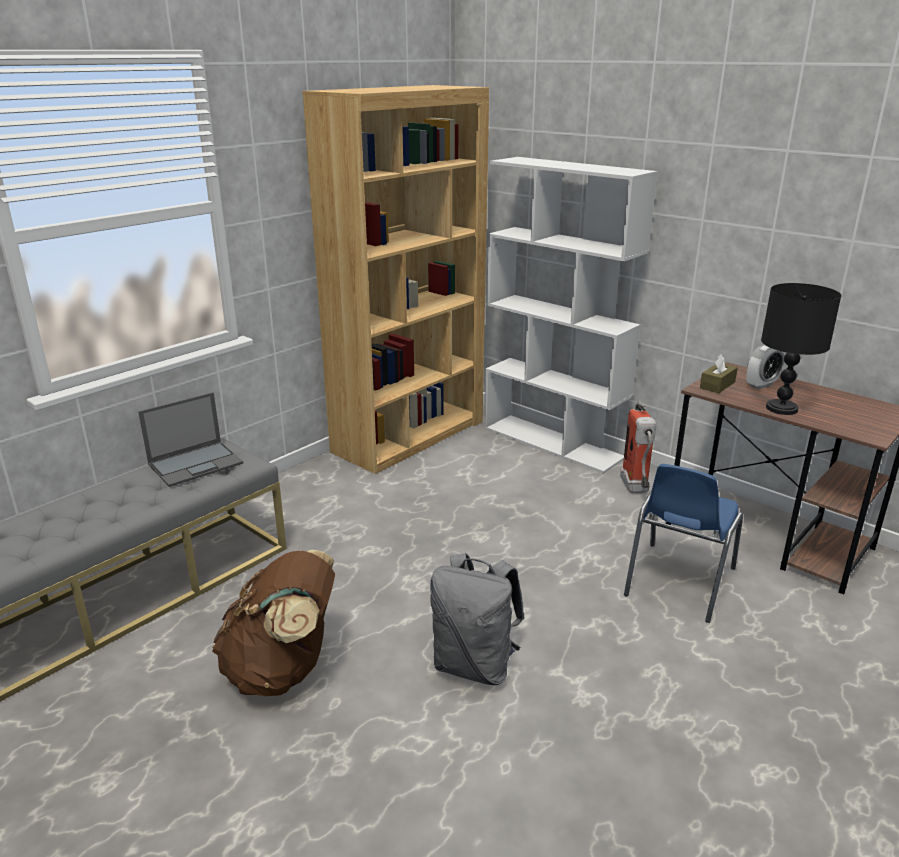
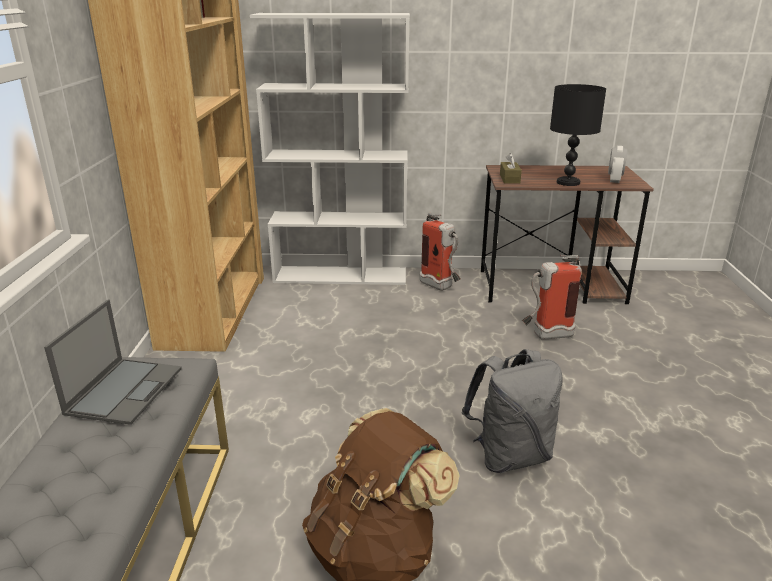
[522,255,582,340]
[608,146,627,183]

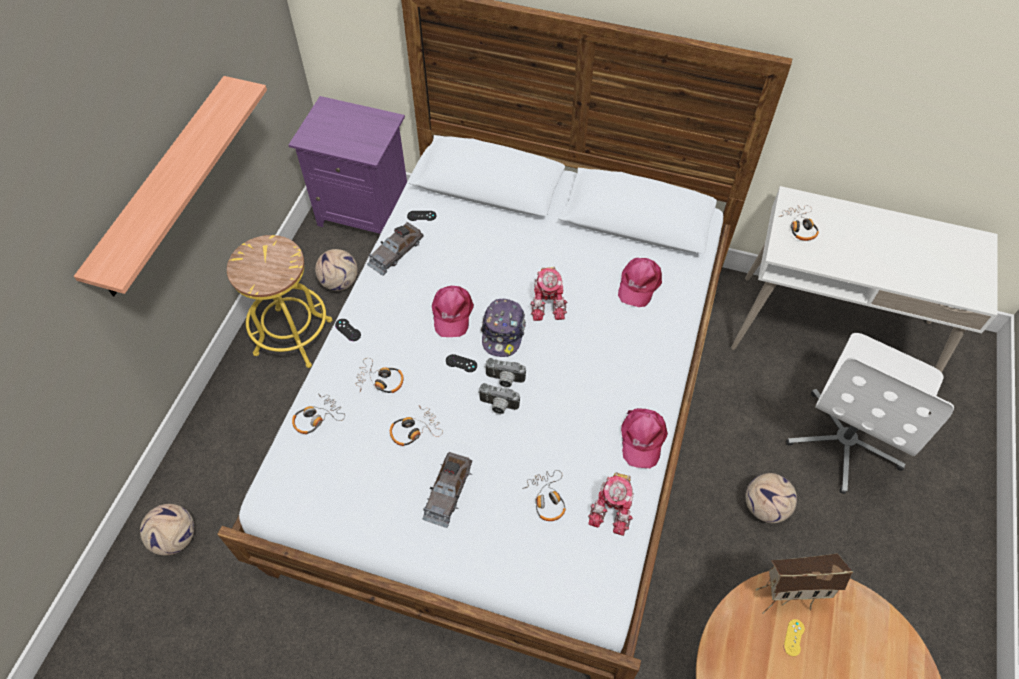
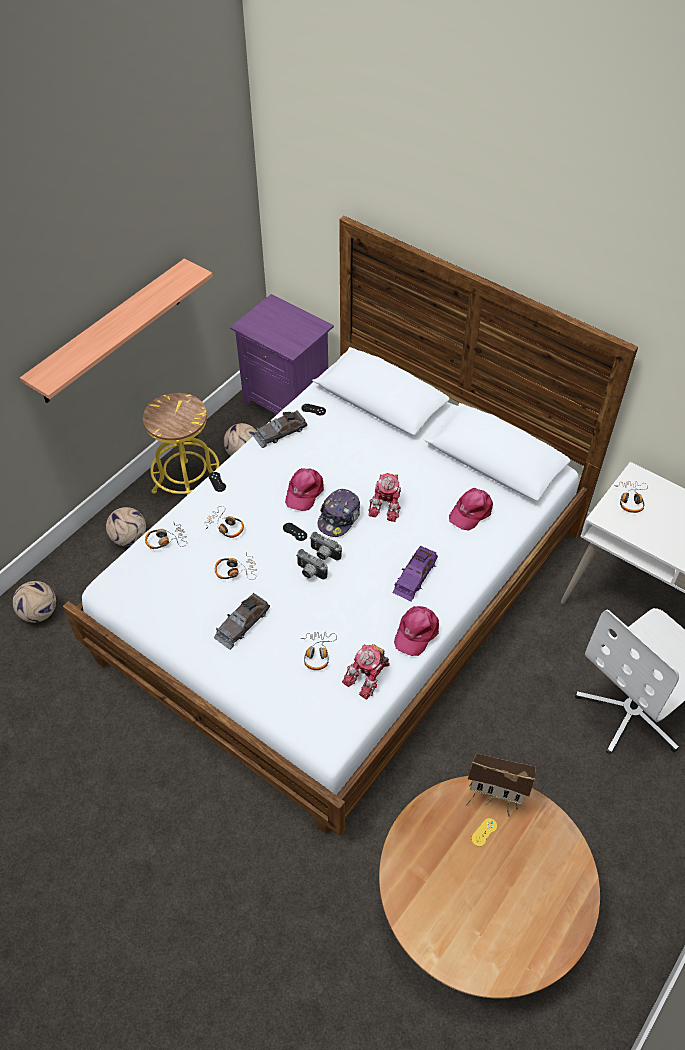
[106,507,146,546]
[393,546,438,601]

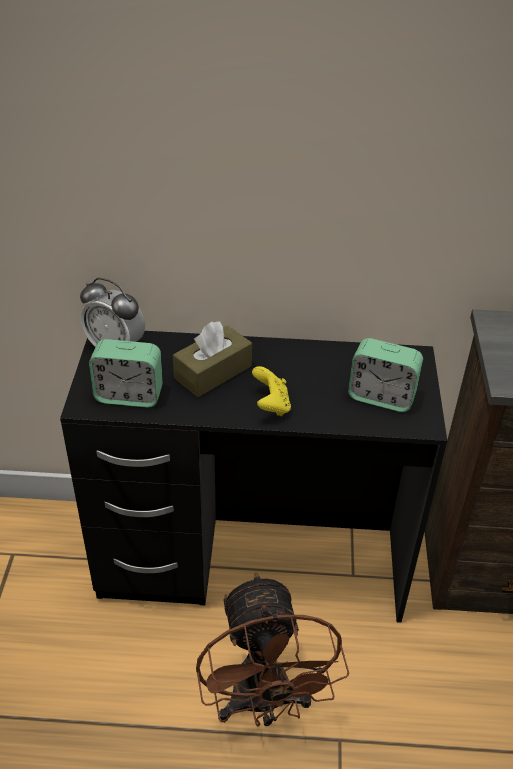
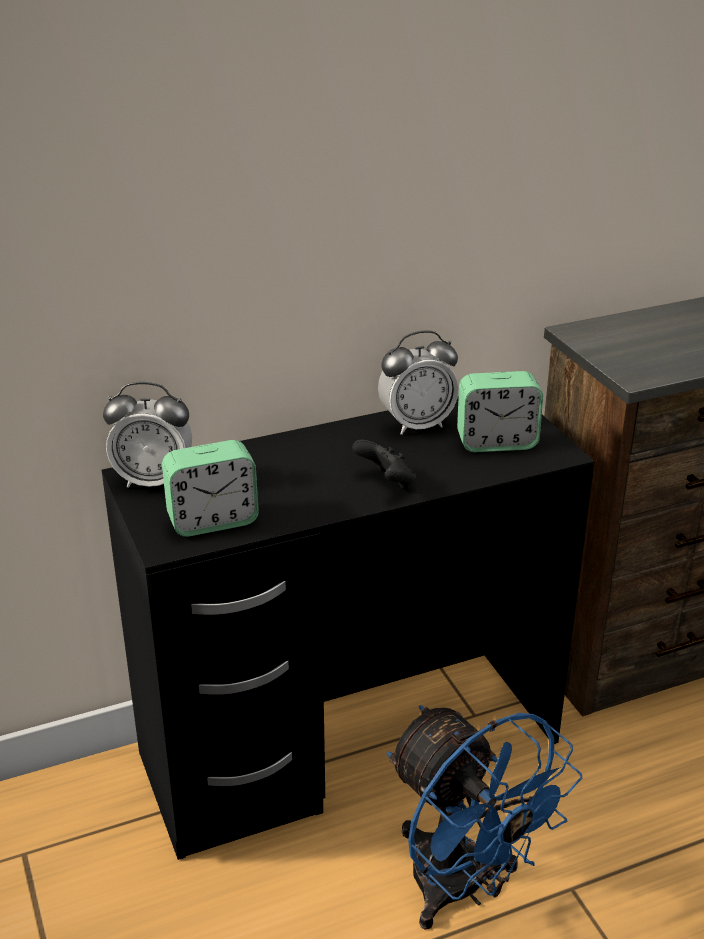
[352,440,416,489]
[378,331,459,435]
[387,705,583,930]
[173,321,252,397] (first image)

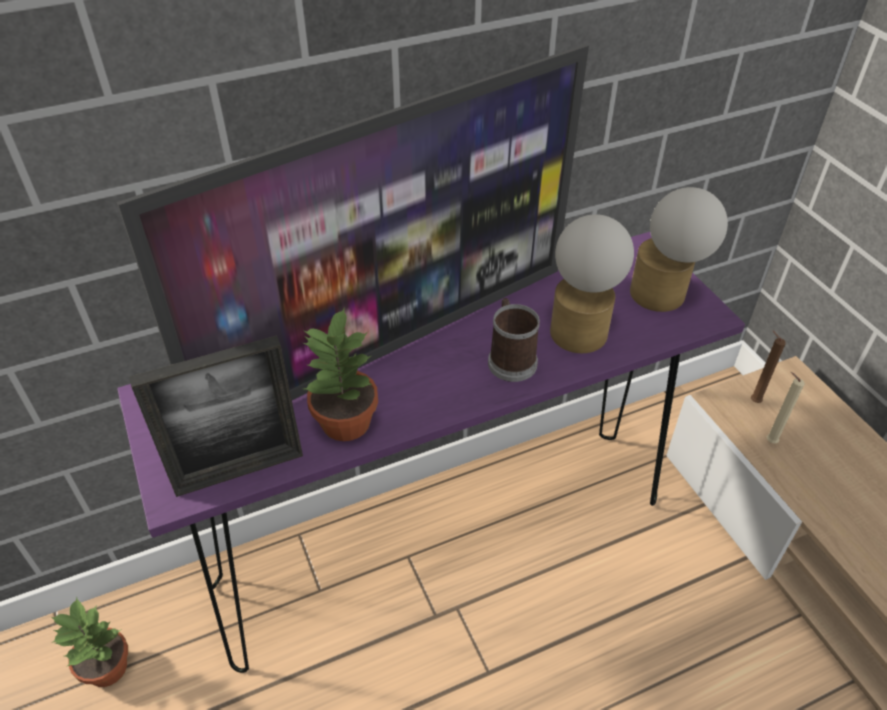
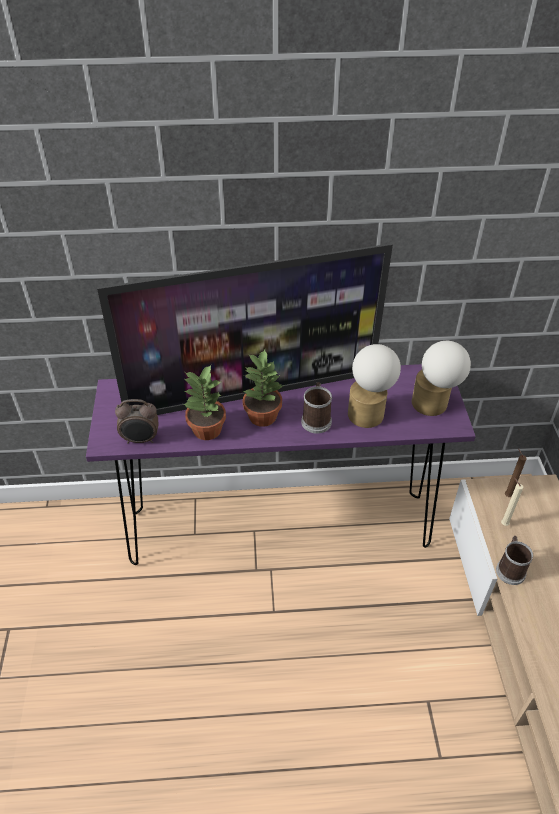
[115,399,158,444]
[243,350,282,427]
[496,536,533,585]

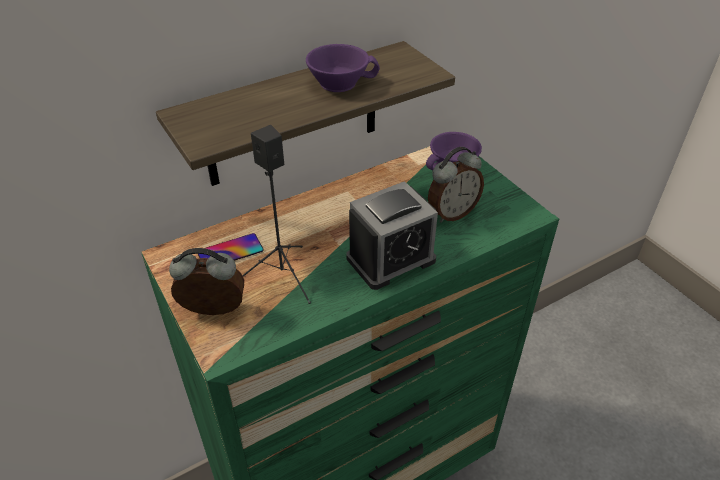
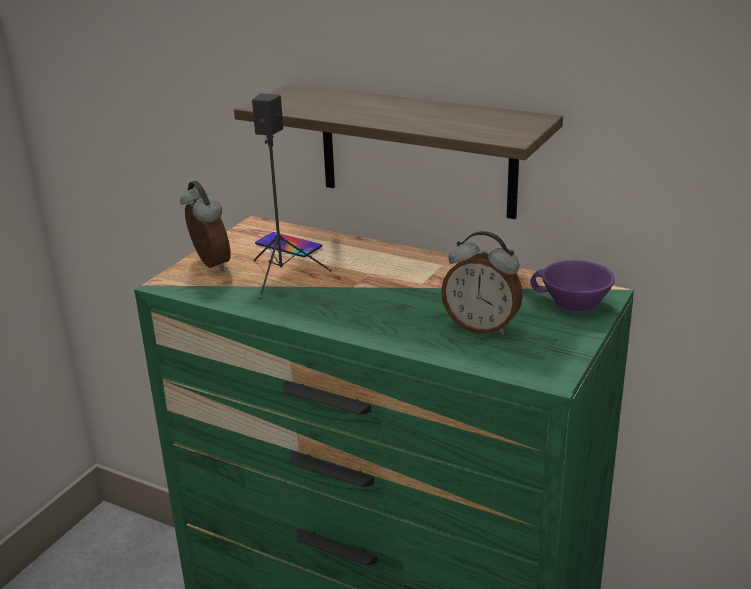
[306,44,380,92] (first image)
[347,181,438,290] (first image)

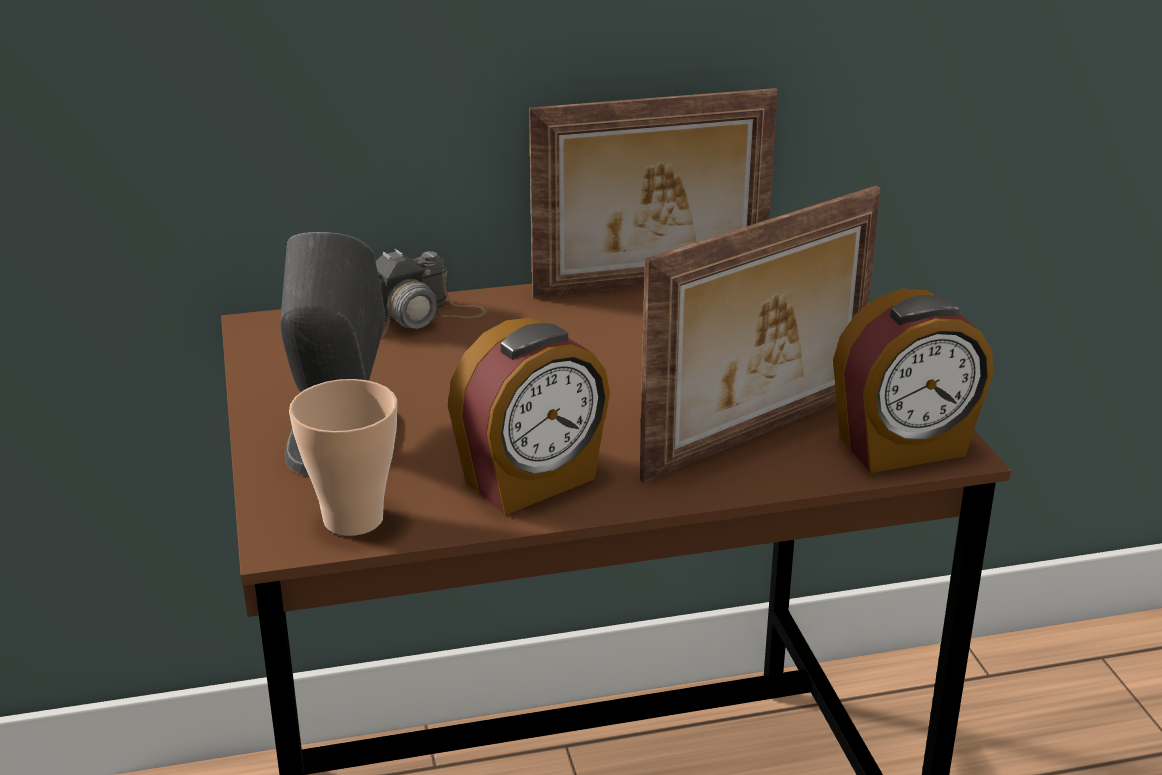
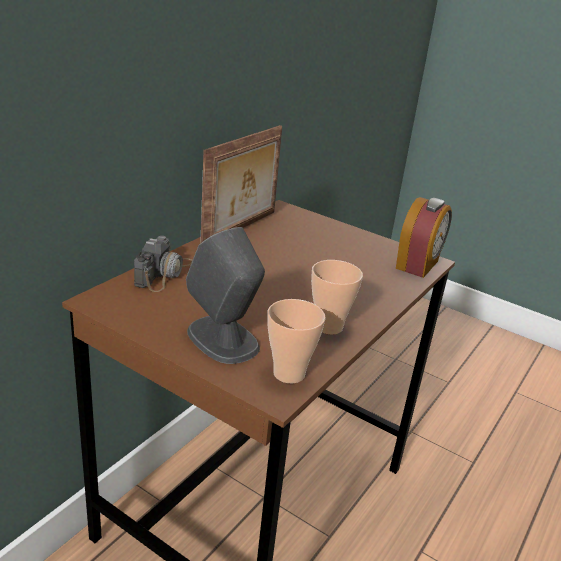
[311,260,363,335]
[640,186,881,483] (first image)

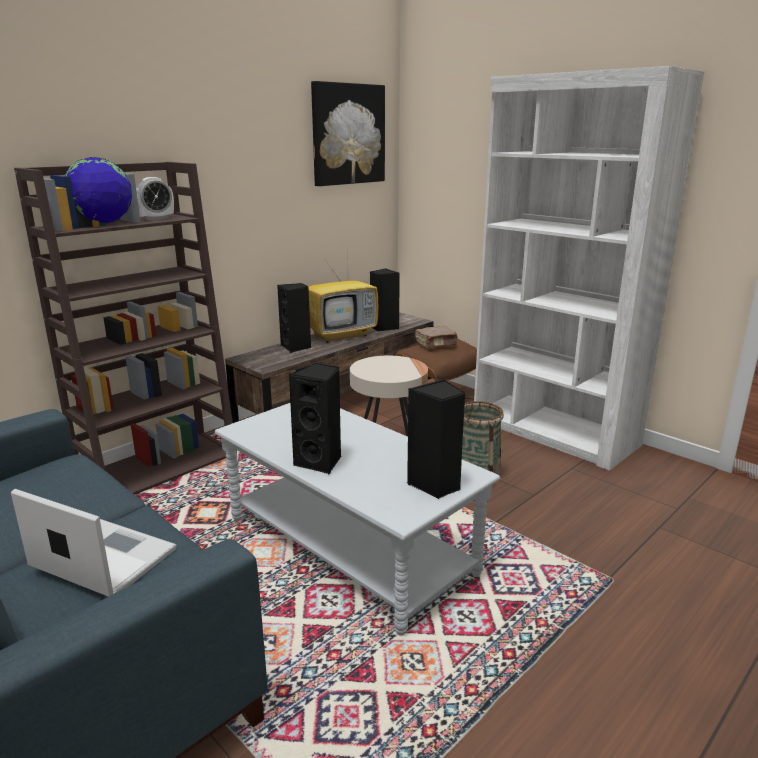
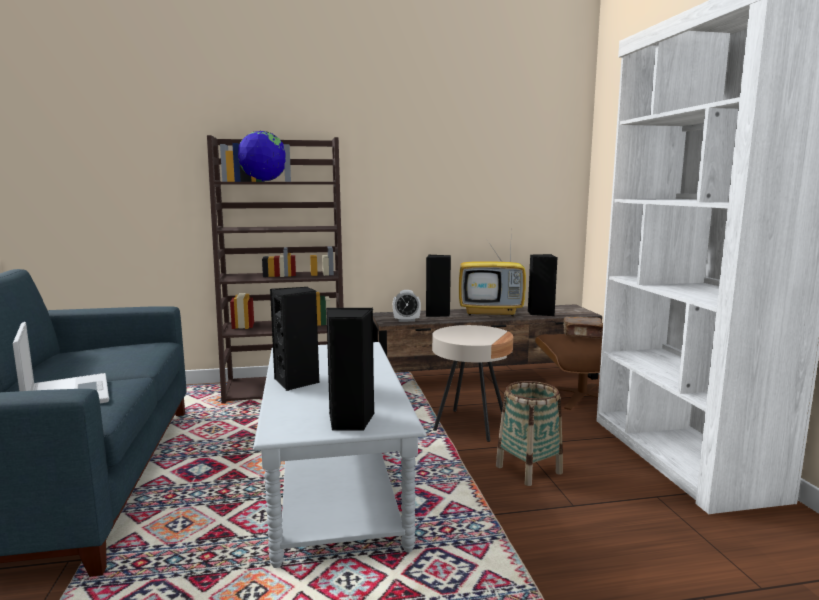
[393,290,421,322]
[311,81,385,186] (first image)

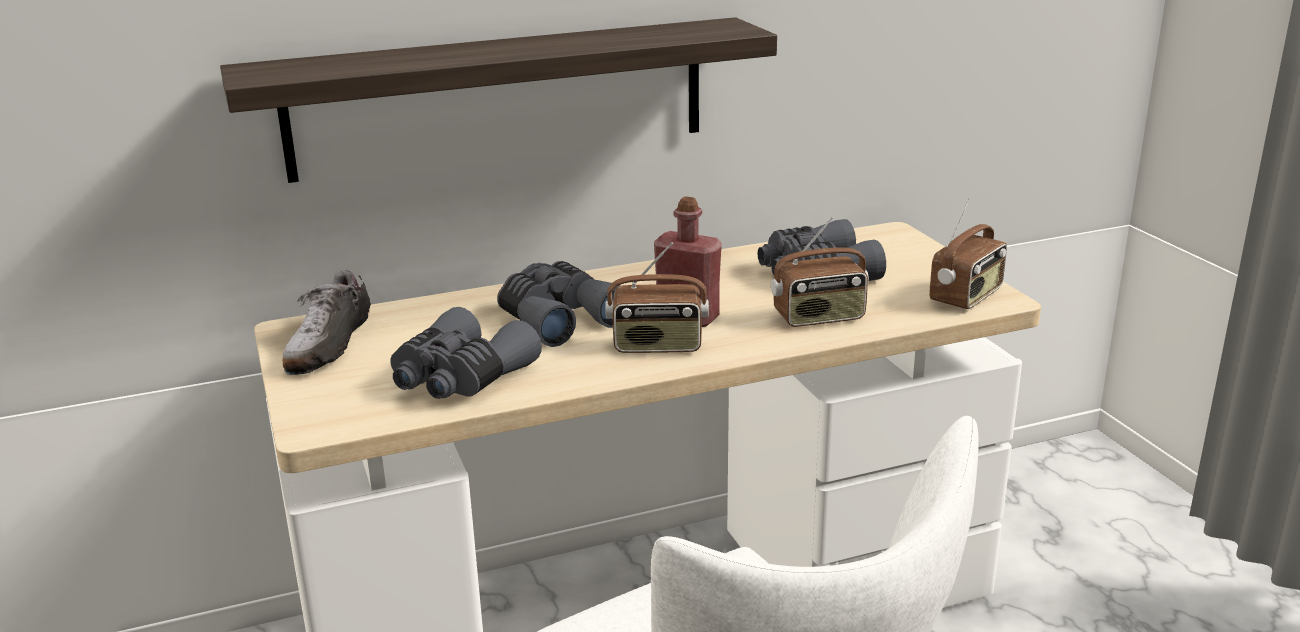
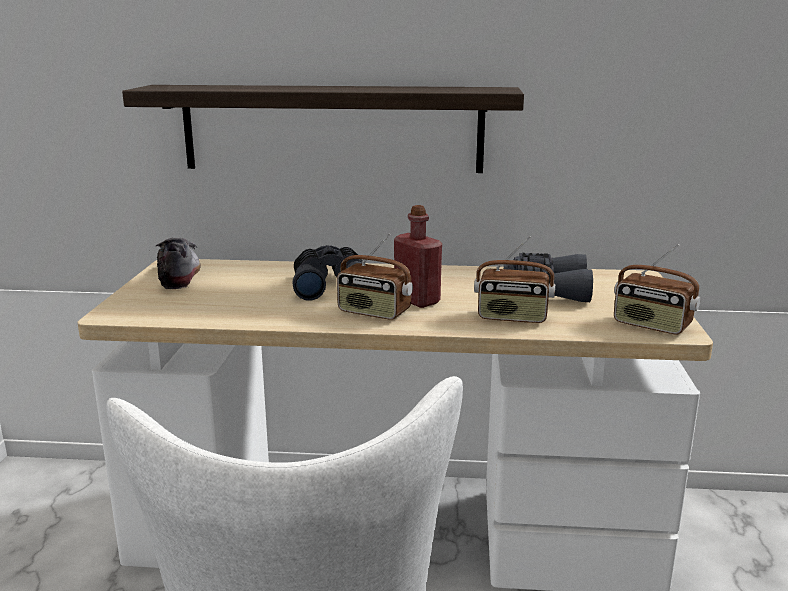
[155,238,201,289]
[614,244,700,335]
[390,307,542,399] (first image)

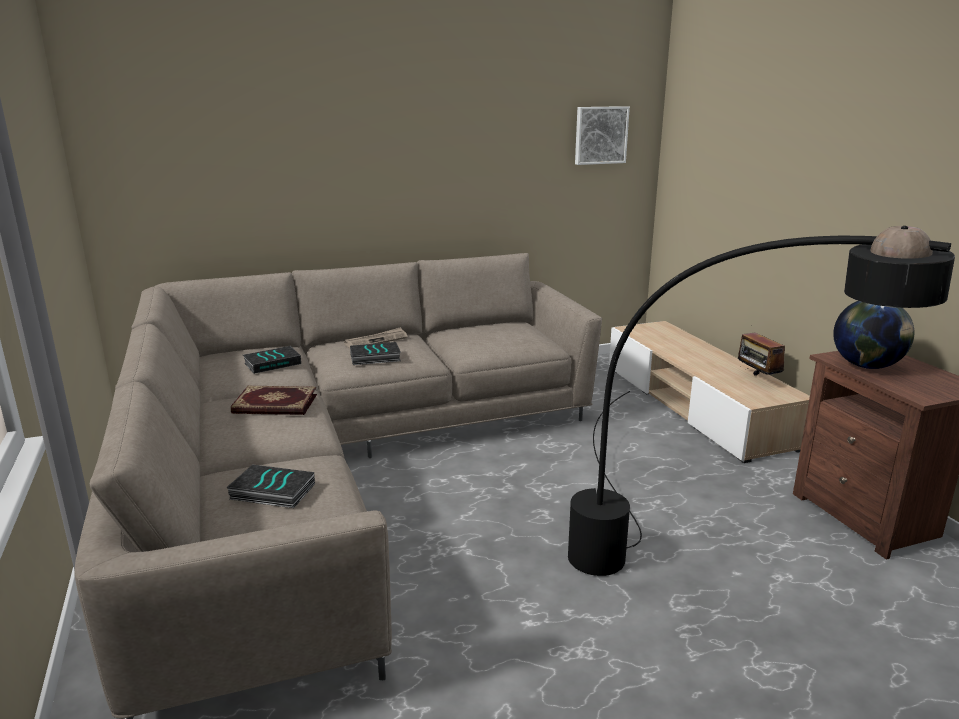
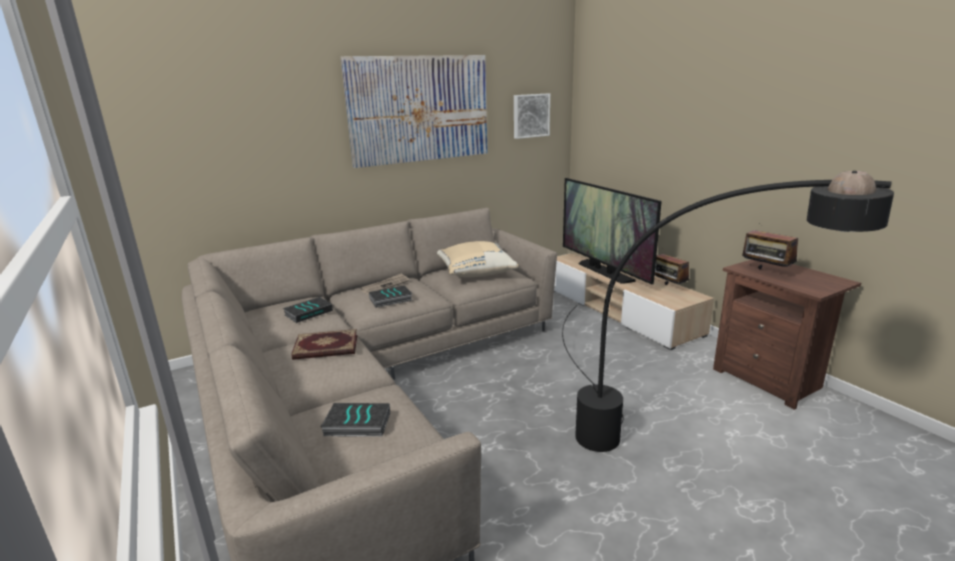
[341,55,487,168]
[437,241,519,277]
[563,178,662,284]
[742,230,798,270]

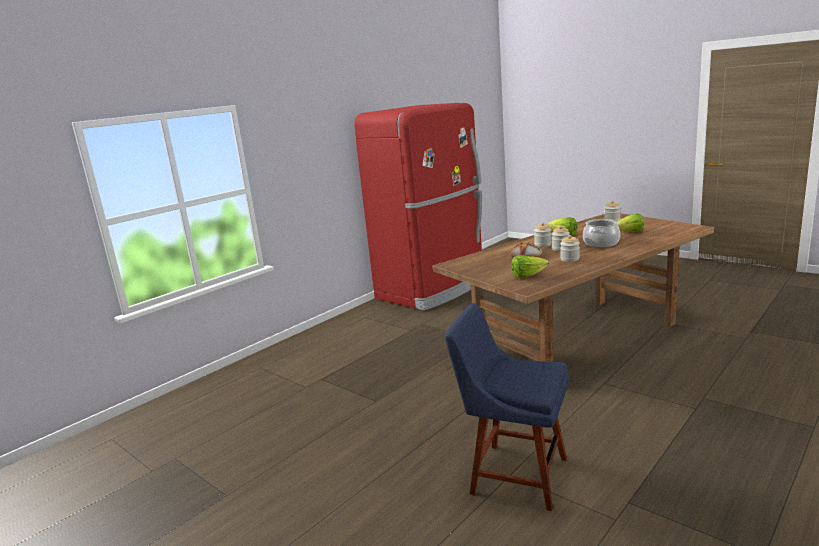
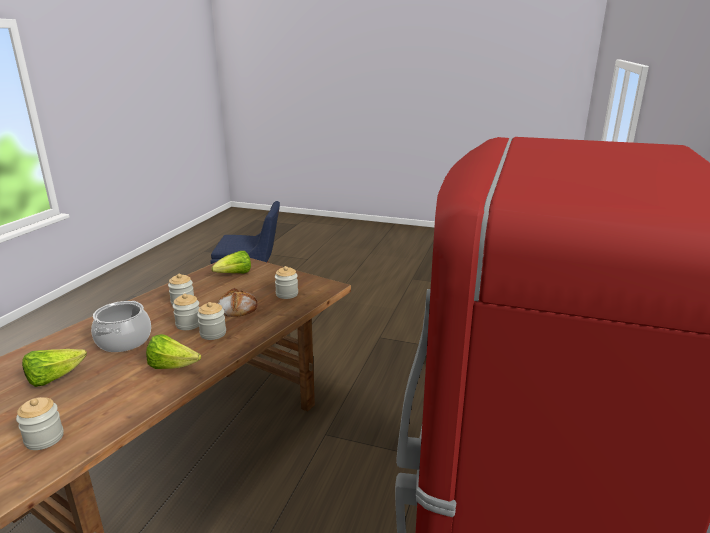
[275,266,298,299]

